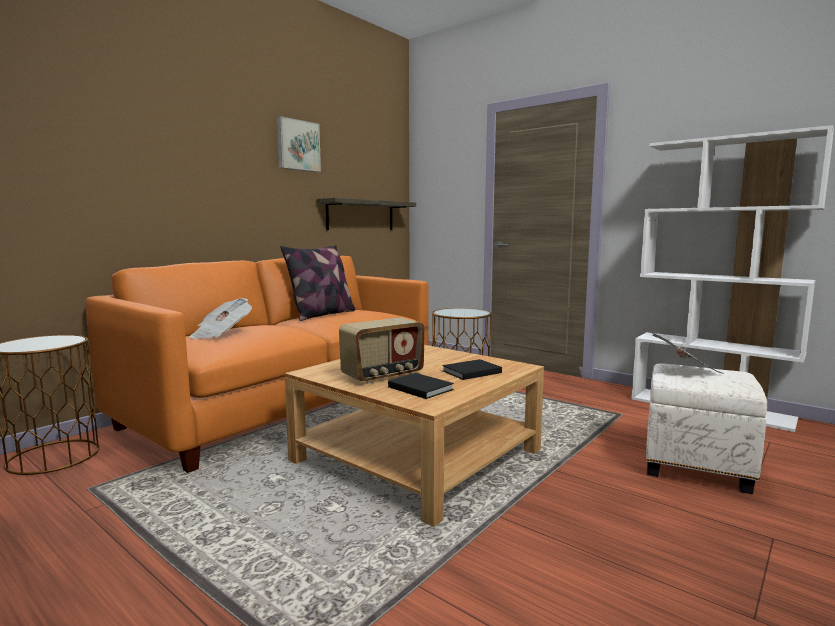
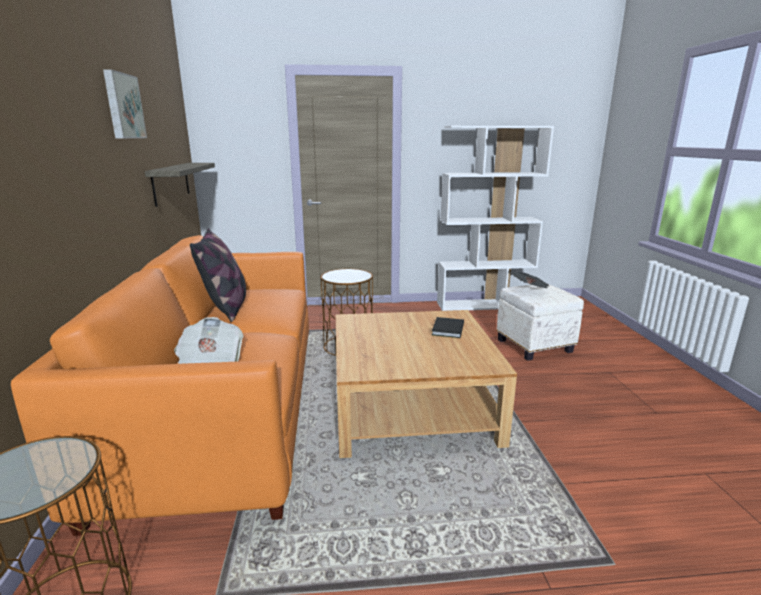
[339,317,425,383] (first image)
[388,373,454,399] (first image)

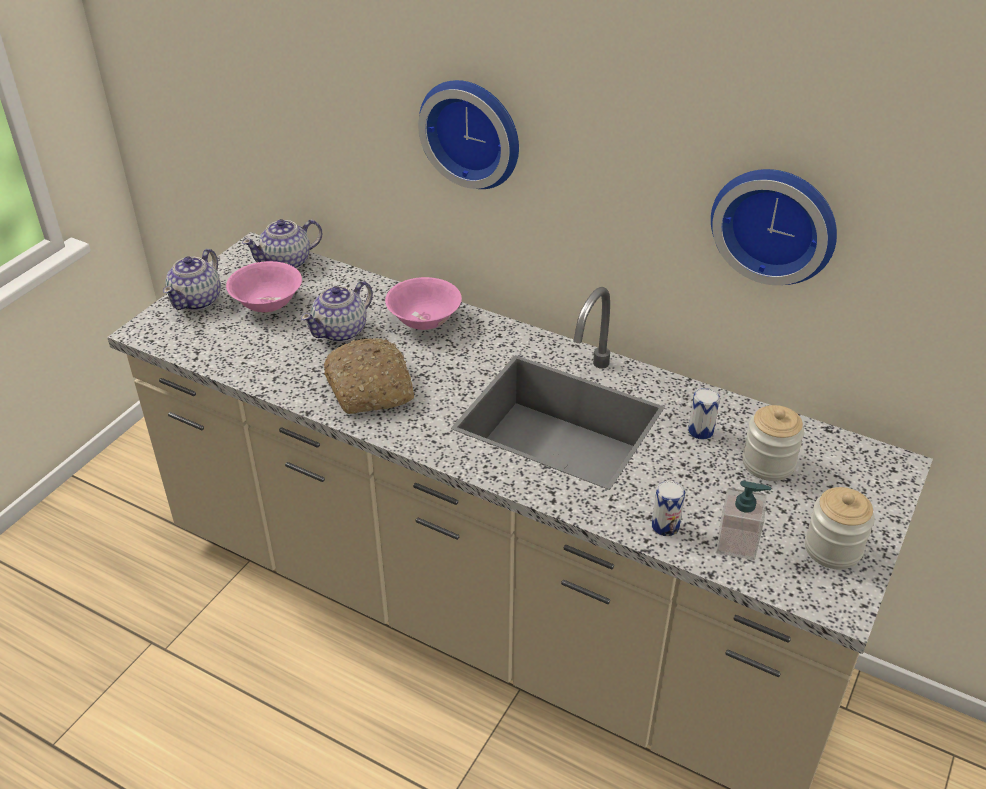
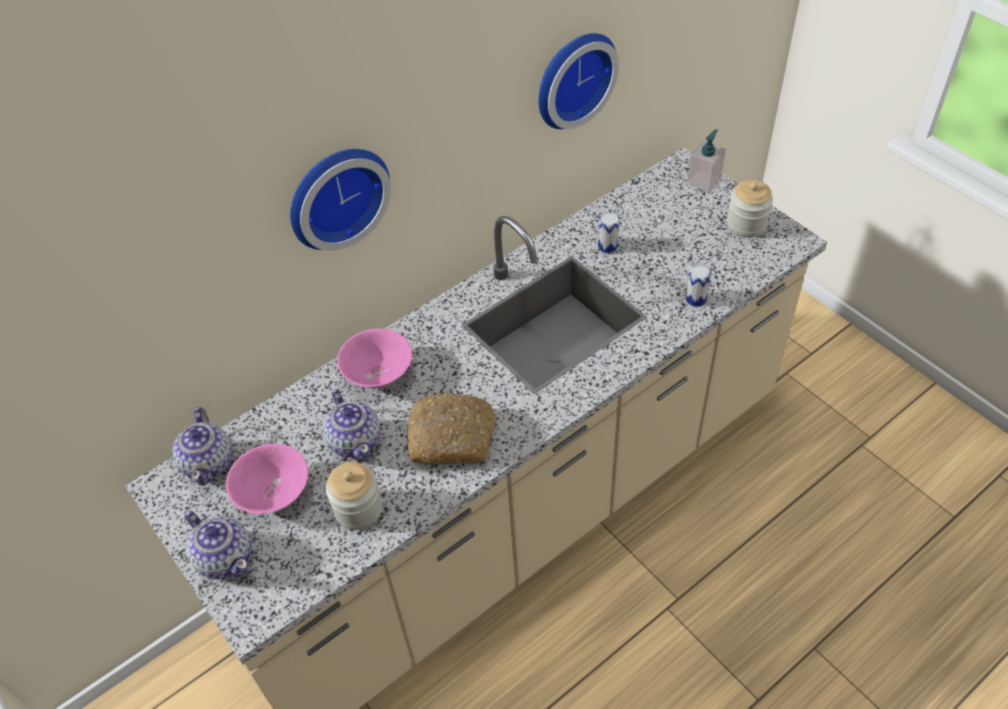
[326,462,382,530]
[687,129,726,193]

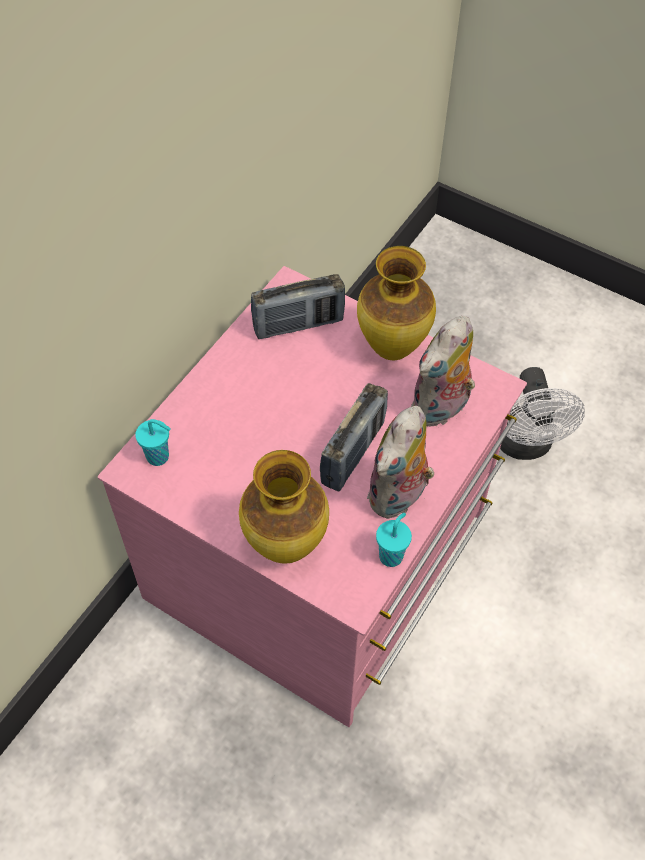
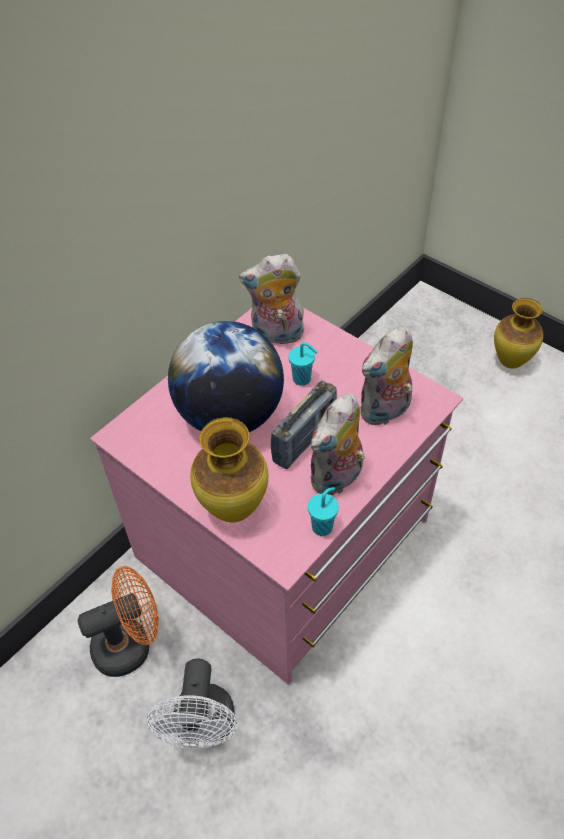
[77,566,159,677]
[147,659,237,749]
[168,321,284,432]
[239,254,305,344]
[288,342,317,386]
[494,298,543,369]

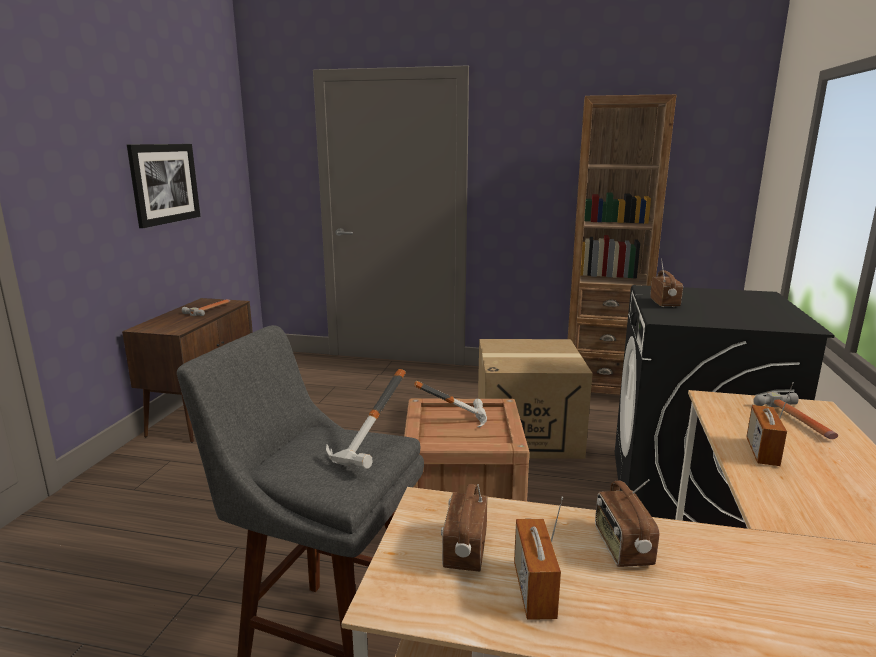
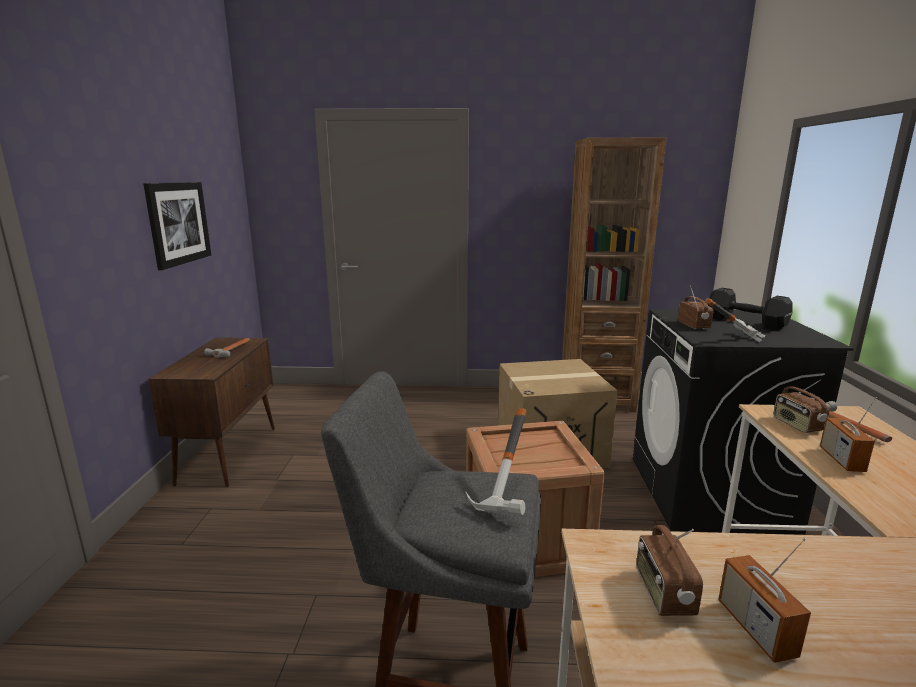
[705,298,765,342]
[707,288,793,330]
[774,380,829,433]

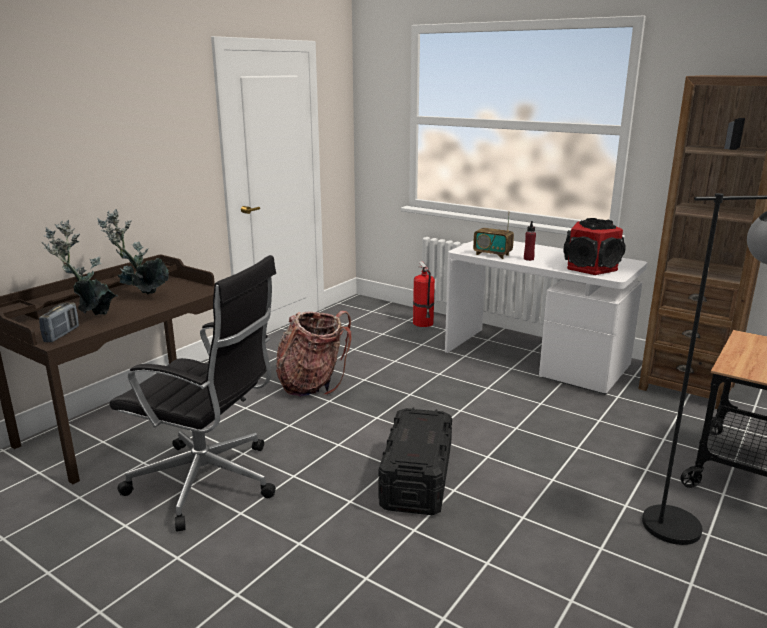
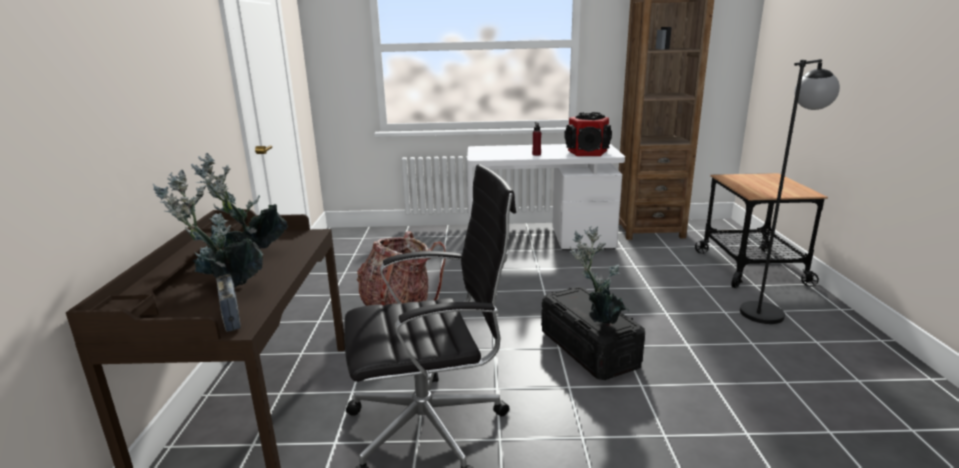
[570,226,629,324]
[413,261,435,327] (first image)
[473,211,514,259] (first image)

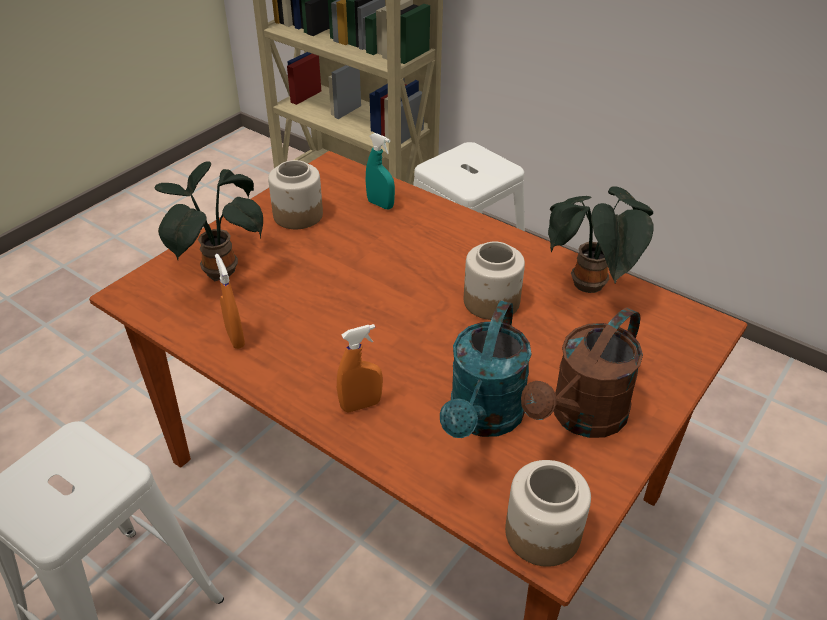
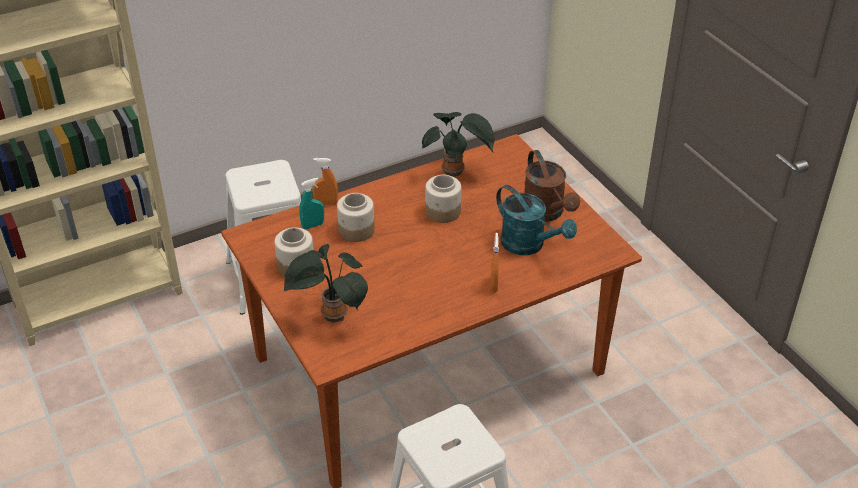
[312,158,338,205]
[337,193,375,242]

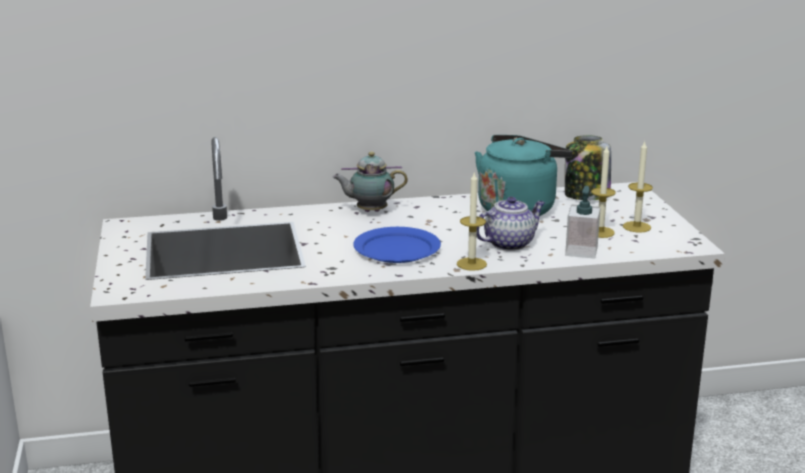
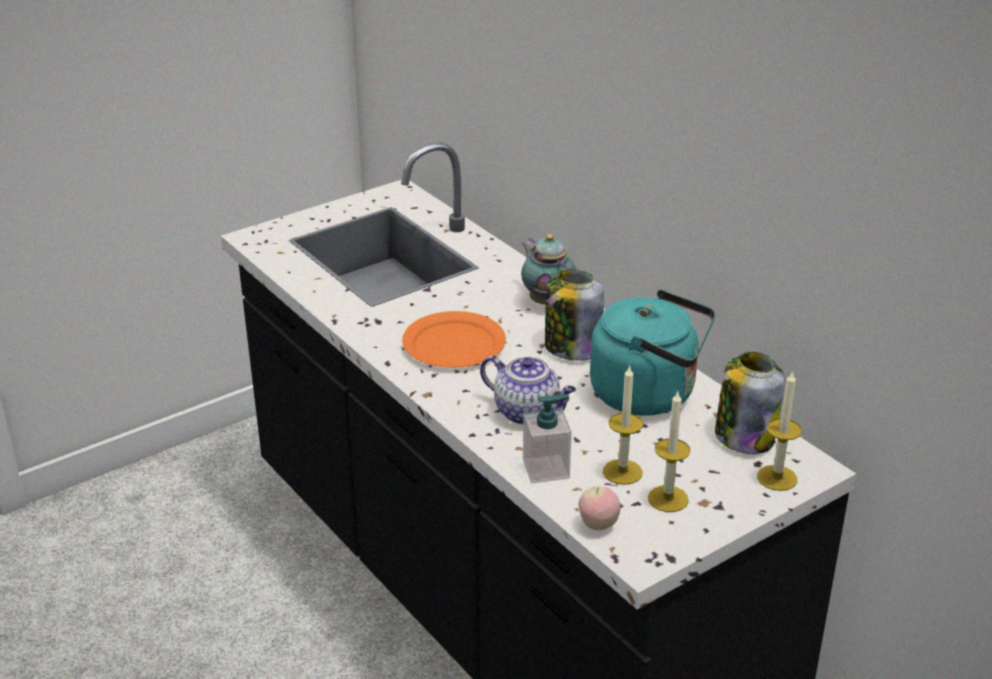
[402,311,506,368]
[545,269,604,361]
[579,486,621,530]
[757,370,802,491]

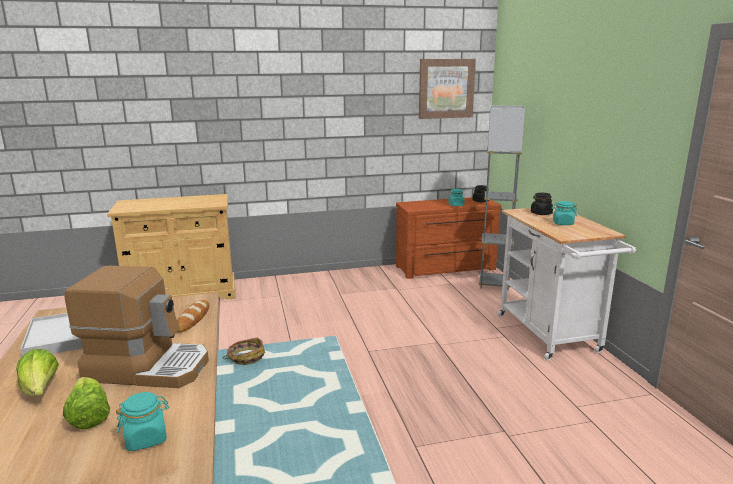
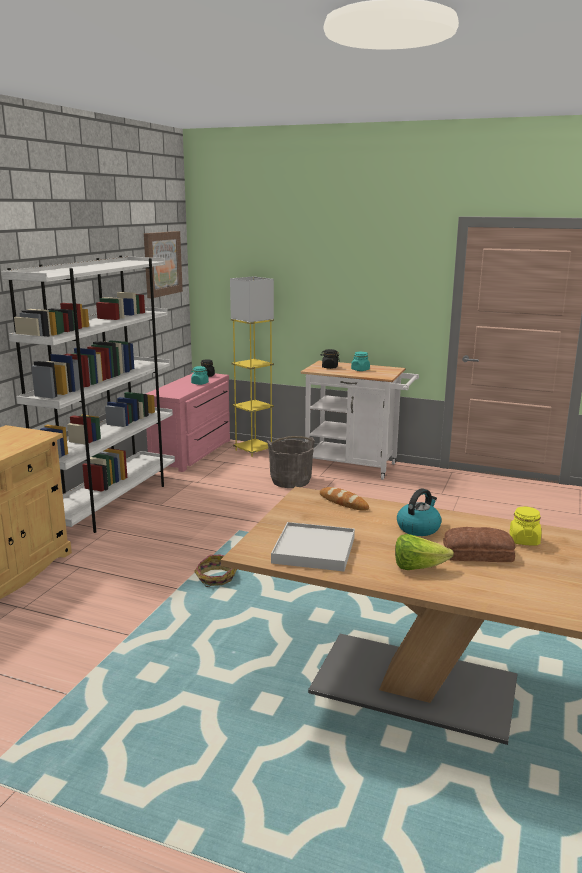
[1,256,175,533]
[146,373,230,472]
[230,276,274,457]
[267,436,315,488]
[397,488,442,536]
[443,527,515,562]
[509,507,541,546]

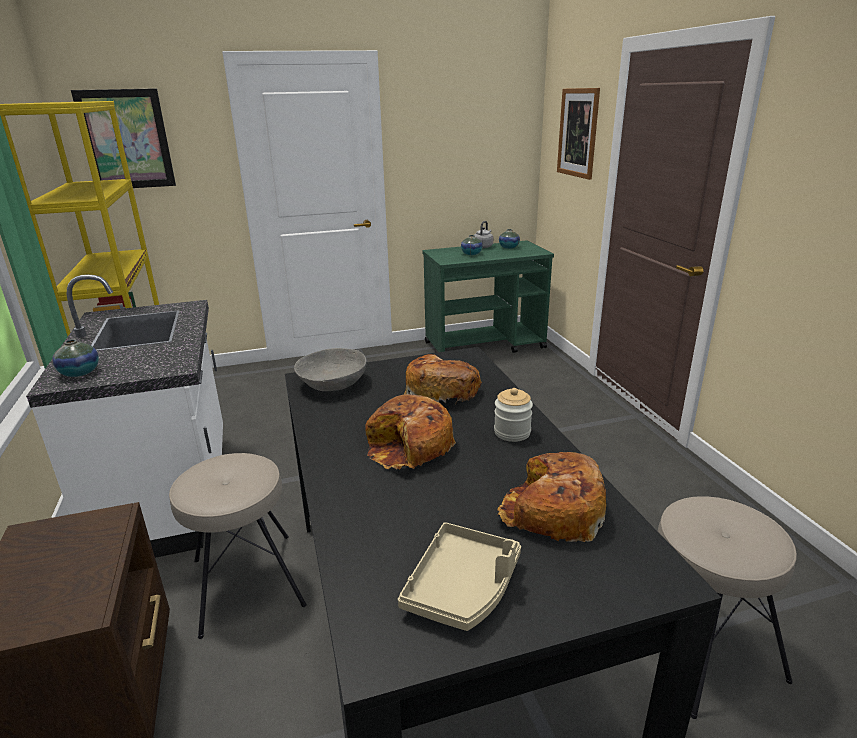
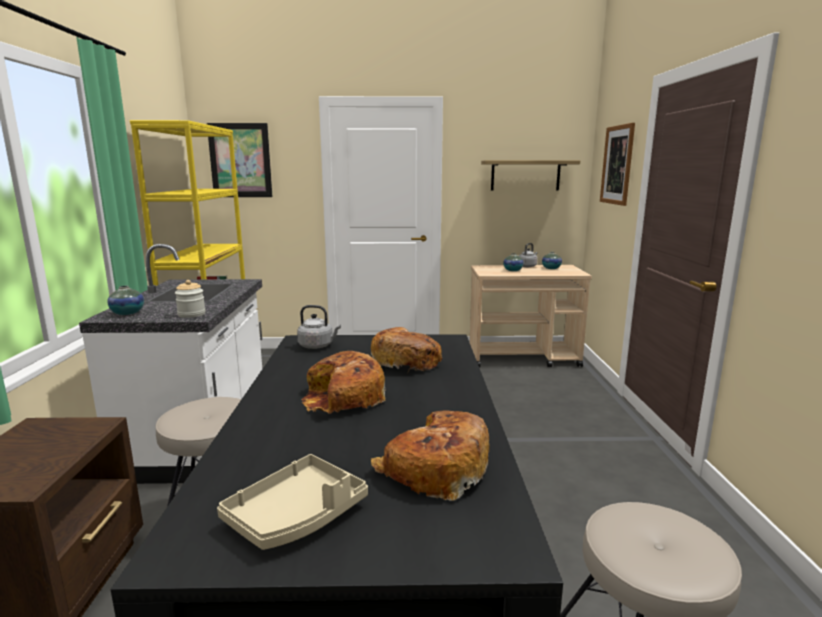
[175,280,206,318]
[297,305,341,349]
[470,265,592,367]
[481,160,580,190]

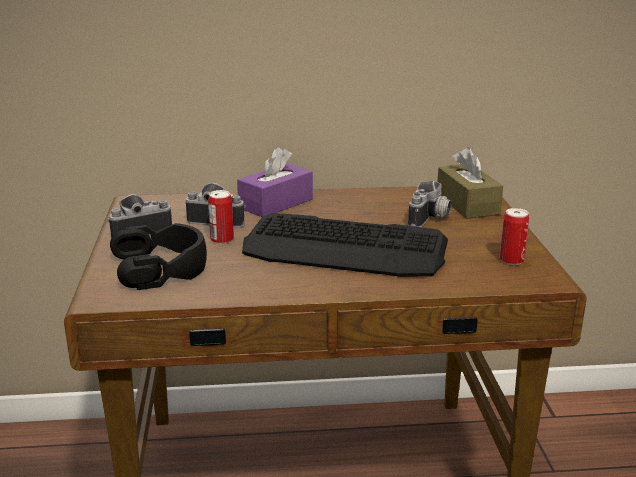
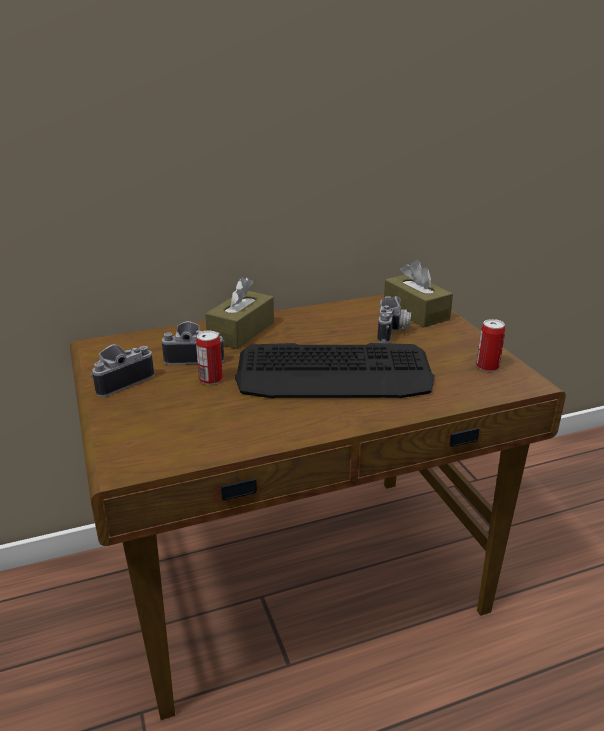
[205,277,274,349]
[110,223,207,290] (first image)

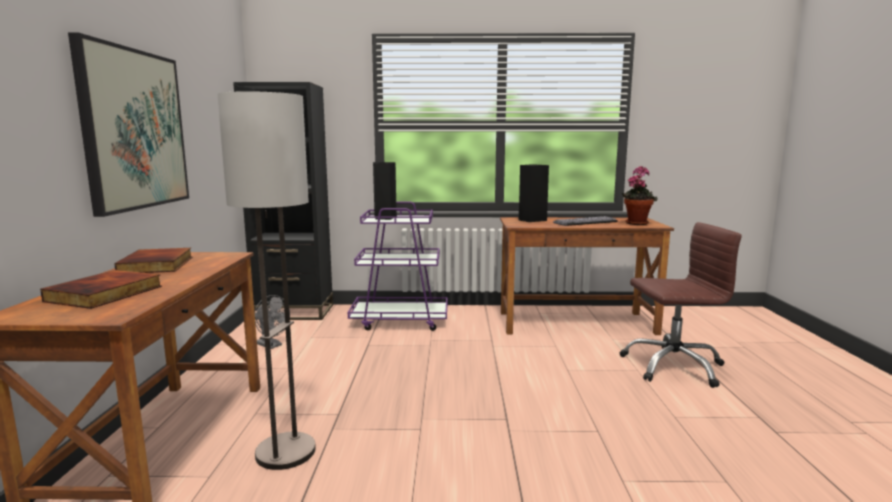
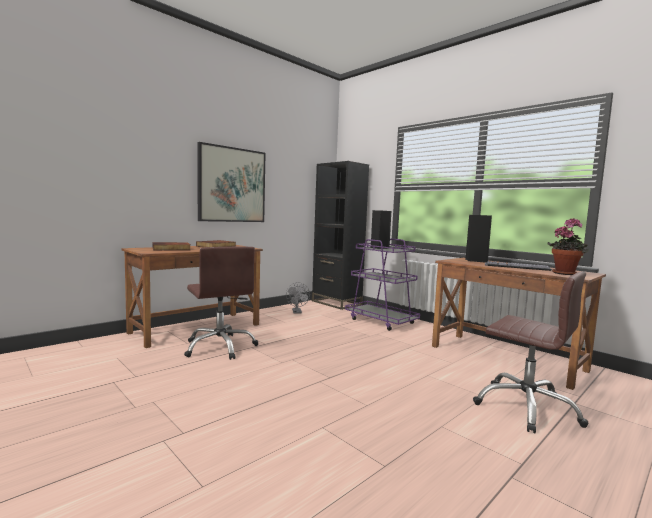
[184,247,258,360]

